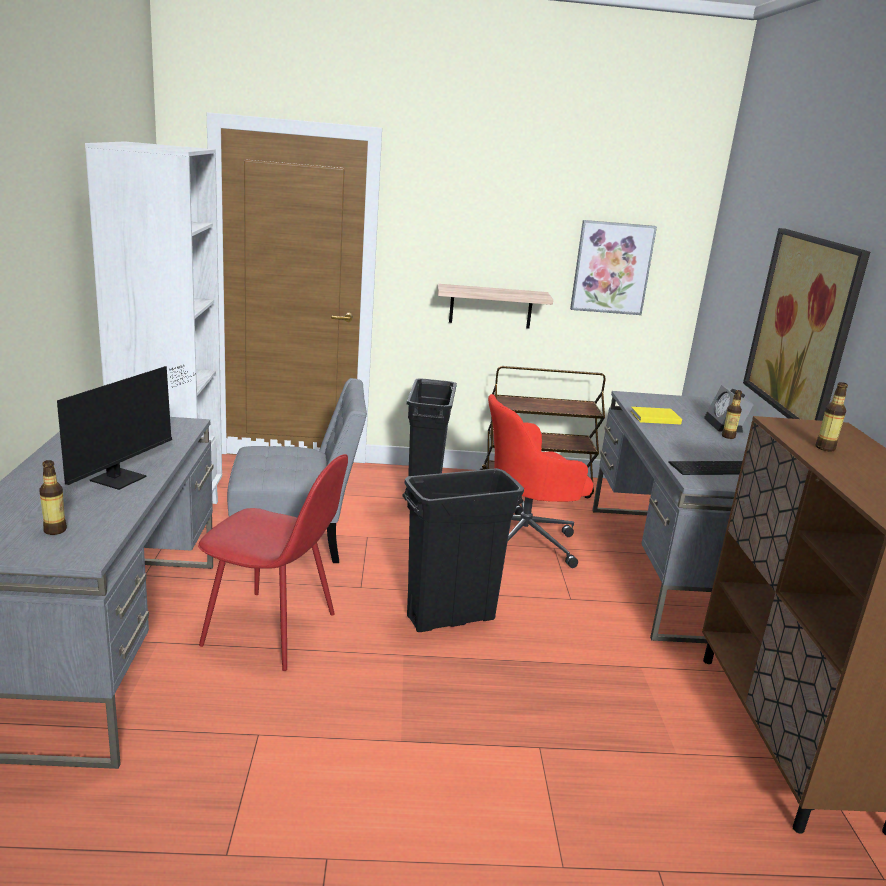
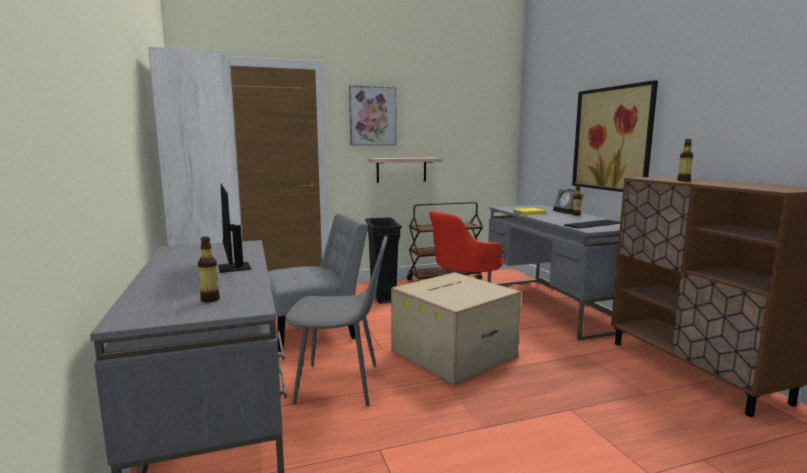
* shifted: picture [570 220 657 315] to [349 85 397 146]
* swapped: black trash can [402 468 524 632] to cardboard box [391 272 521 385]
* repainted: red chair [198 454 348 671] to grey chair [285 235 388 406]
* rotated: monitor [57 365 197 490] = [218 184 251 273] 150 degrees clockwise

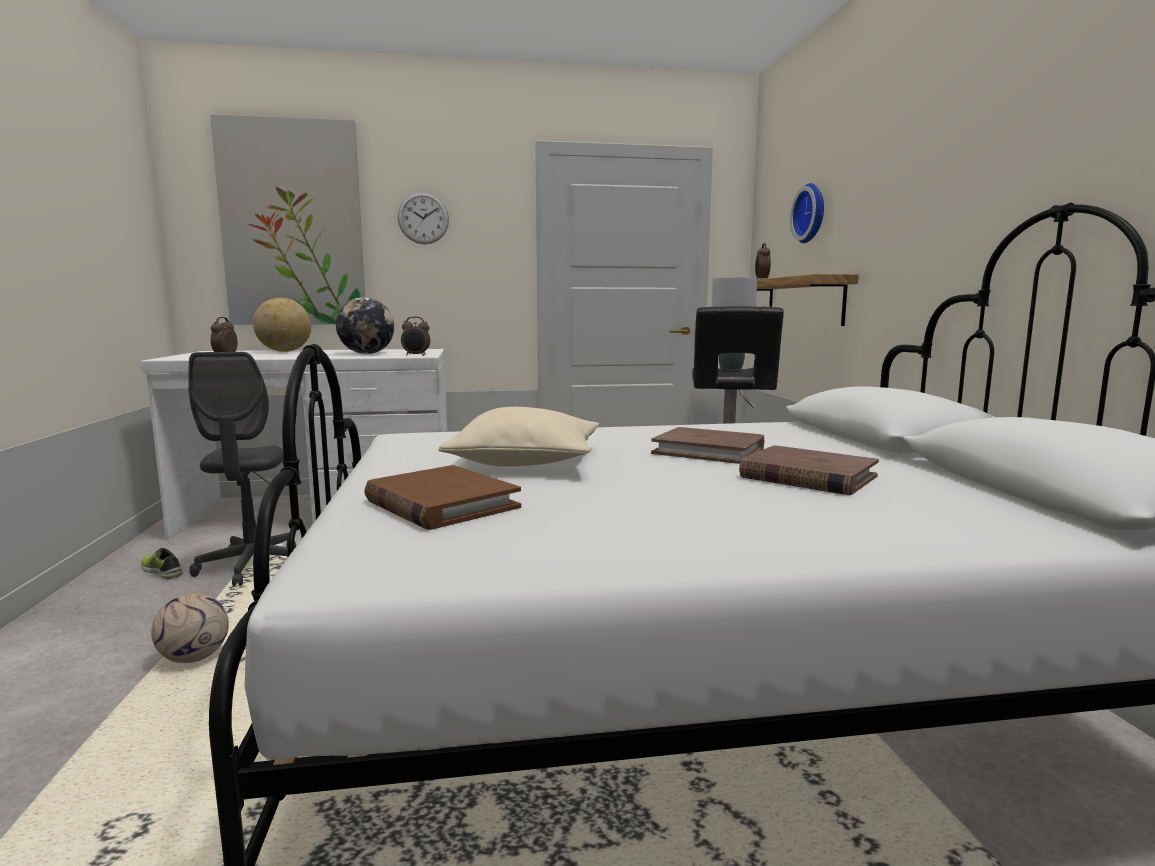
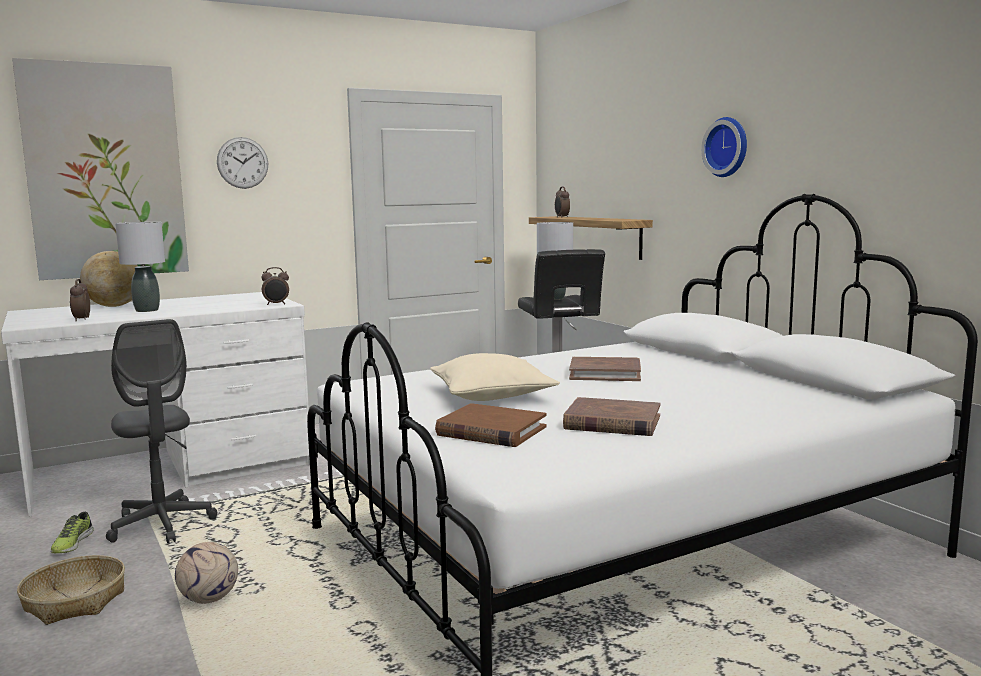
* gone: globe [336 297 394 354]
* new: basket [17 555 125 625]
* new: grey table lamp [115 222 165 312]
* shifted: brown book [739 445 879 495] to [563 397 661 436]
* shifted: wall clock [790 183 824 243] to [701 117 747 177]
* rotated: shoe [141 548 183 579] = [51 512 94 553] 105 degrees counterclockwise

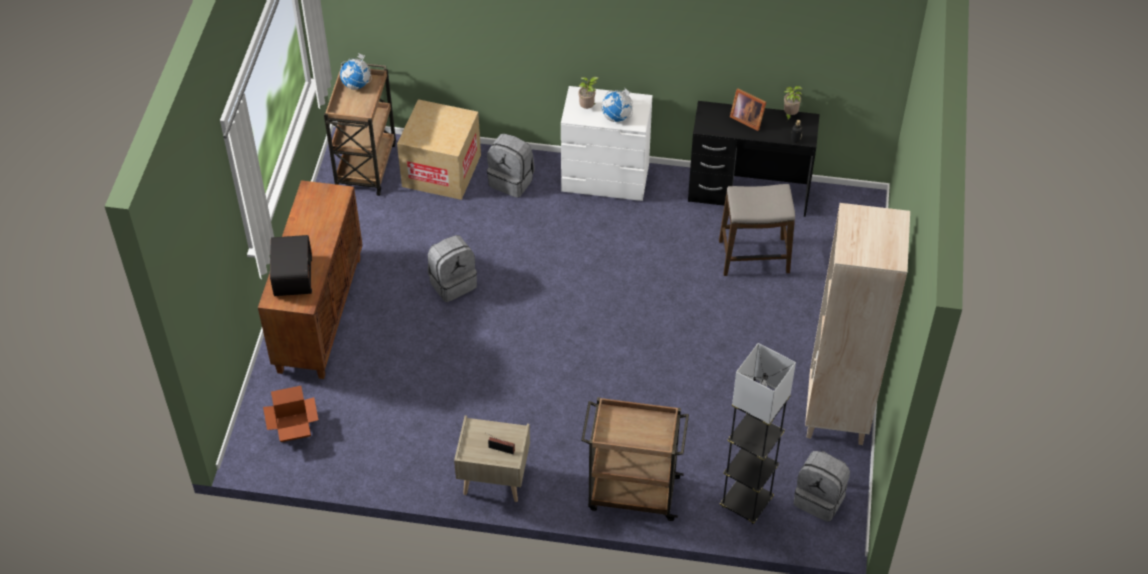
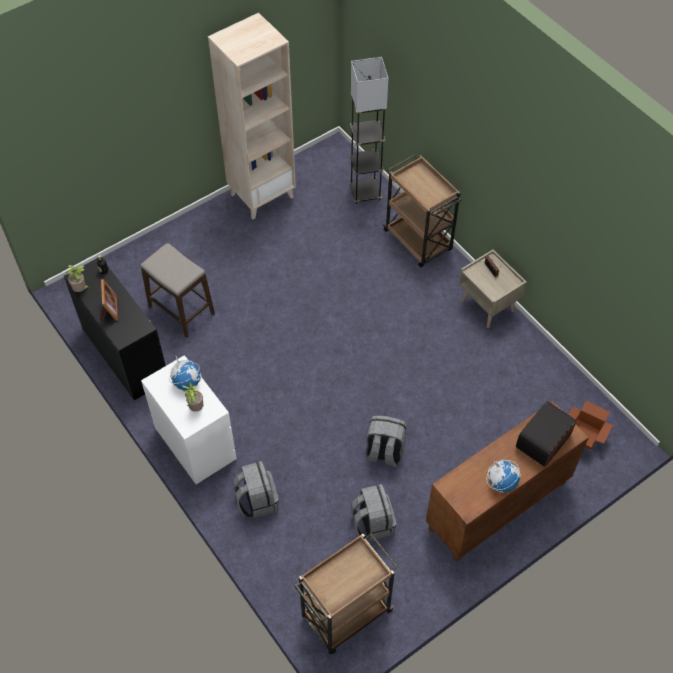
* gone: cardboard box [397 99 481 200]
* shifted: globe [340 53 372 90] to [487 460 521 493]
* shifted: grey backpack [793 451 850 522] to [350 484 397 541]

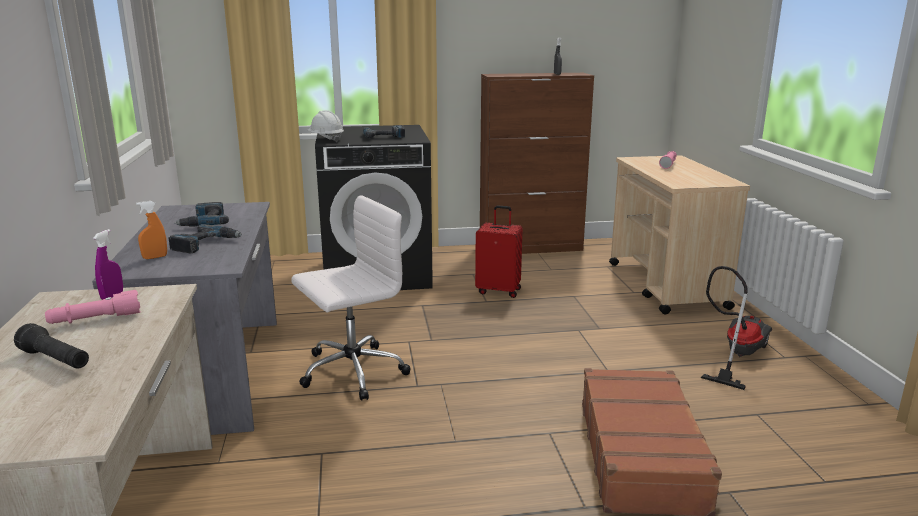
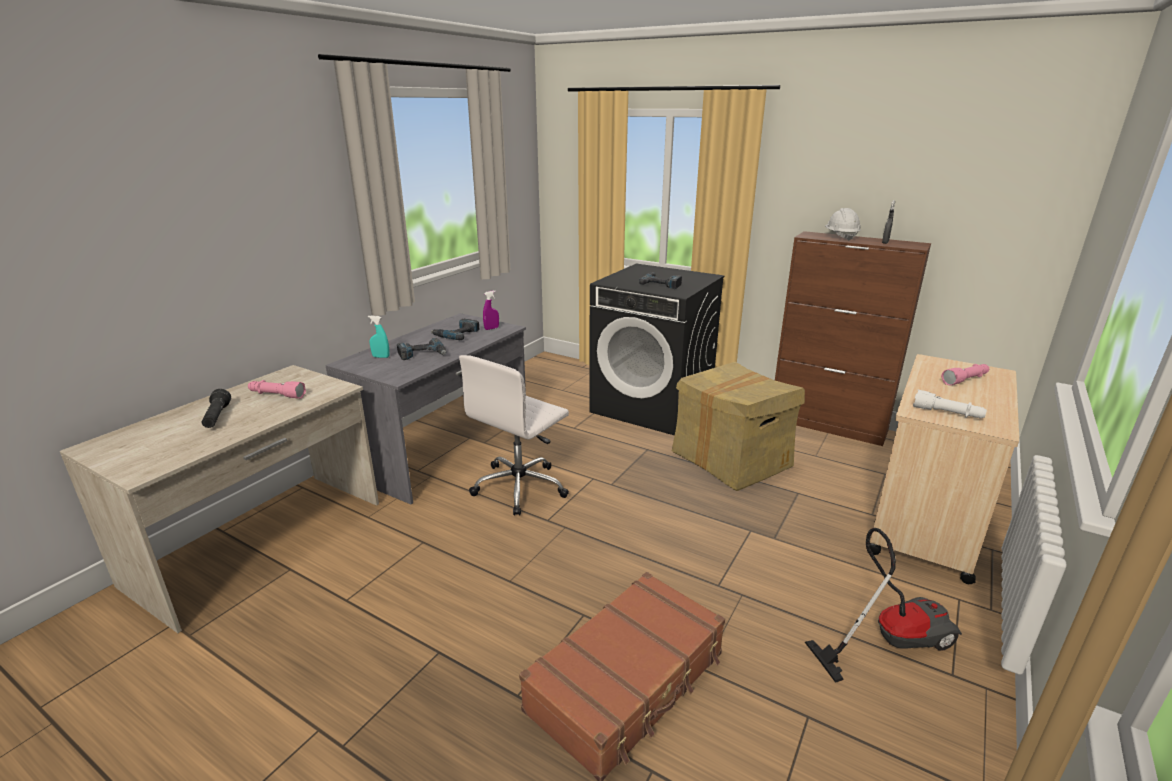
* new: white flashlight [913 390 987 418]
* shifted: purple spray bottle [93 229 123 300] to [483 291 499 330]
* shifted: white hard hat [308 110 344 142] to [825 208 861 241]
* swapped: red suitcase [475 205 523 298] to cardboard box [672 362 805 491]
* repainted: orange spray bottle [136 201 167 259] to turquoise spray bottle [368 315 389 358]
* rotated: white office chair [291 195 411 401] = [459 355 569 516] 120 degrees clockwise

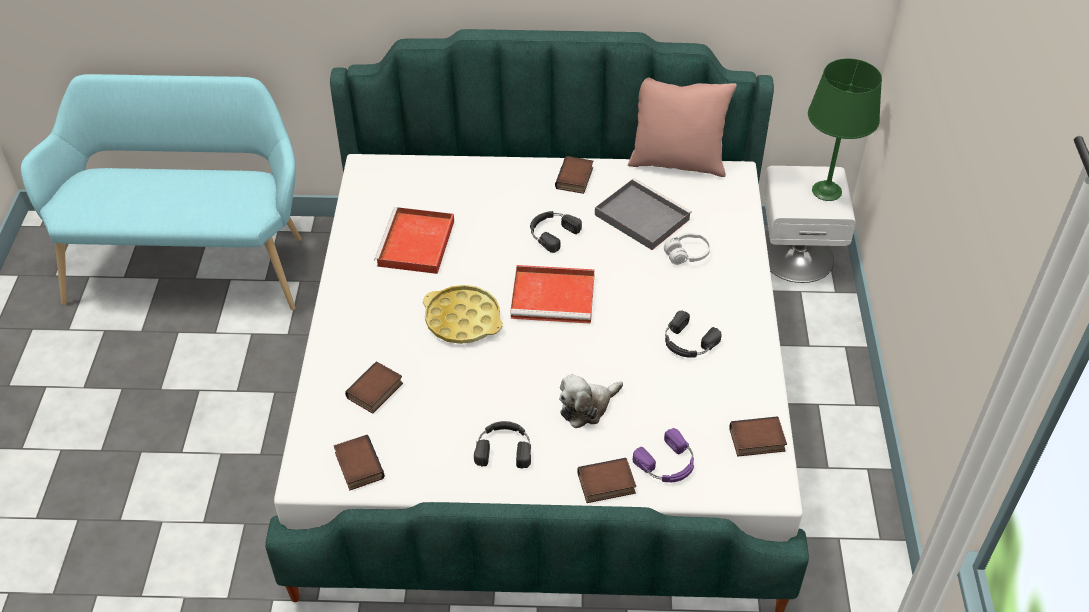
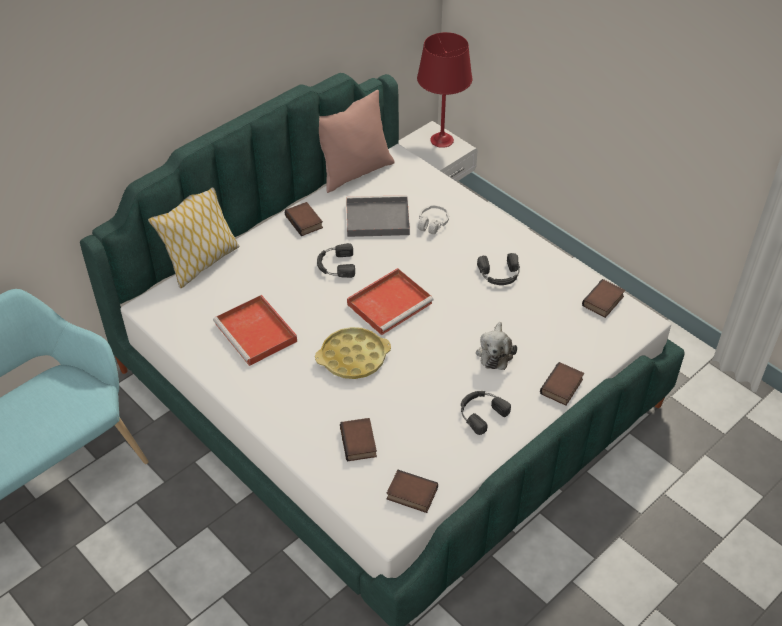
* gone: purple headphones [633 428 694 483]
* new: pillow [148 187 240 288]
* repainted: green table lamp [808 58 882 201] to red table lamp [417 32 472 148]

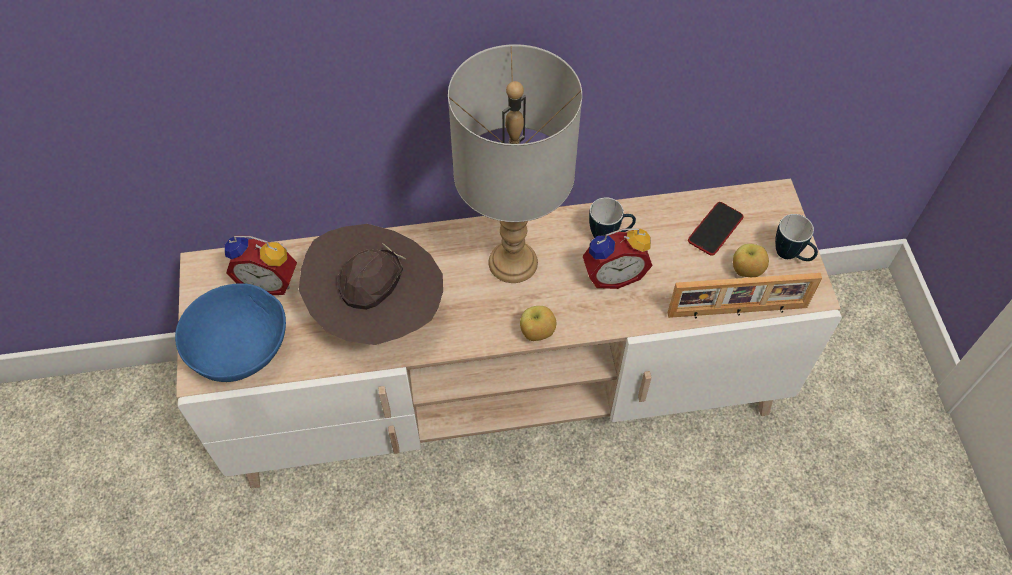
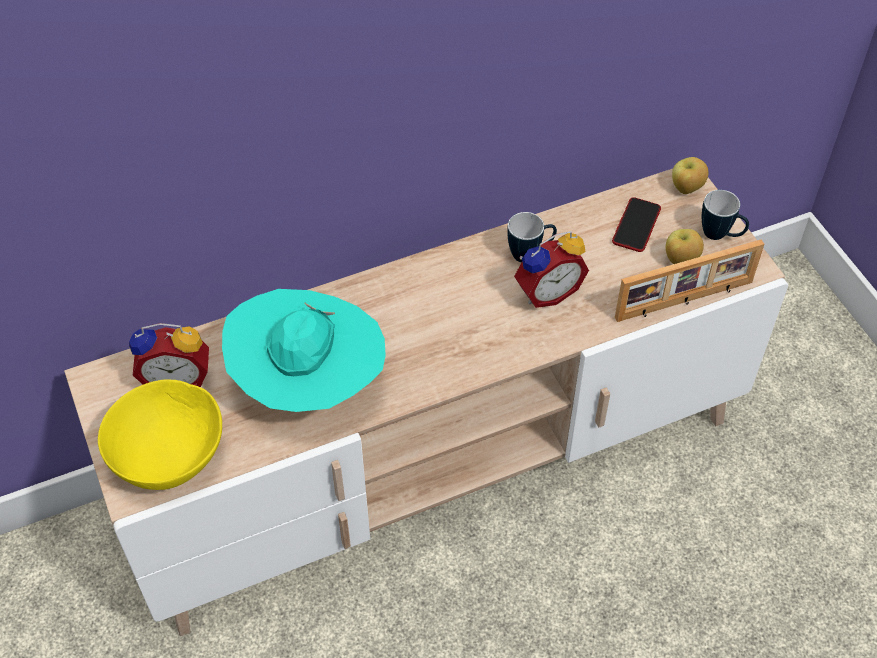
* gone: grey table lamp [448 44 582 283]
* shifted: apple [520 306 556 341] to [672 157 708 194]
* repainted: blue bowl [175 283 286 382] to yellow bowl [98 379 222 490]
* repainted: brown hat [299 224 443 345] to turquoise hat [222 289 386 412]

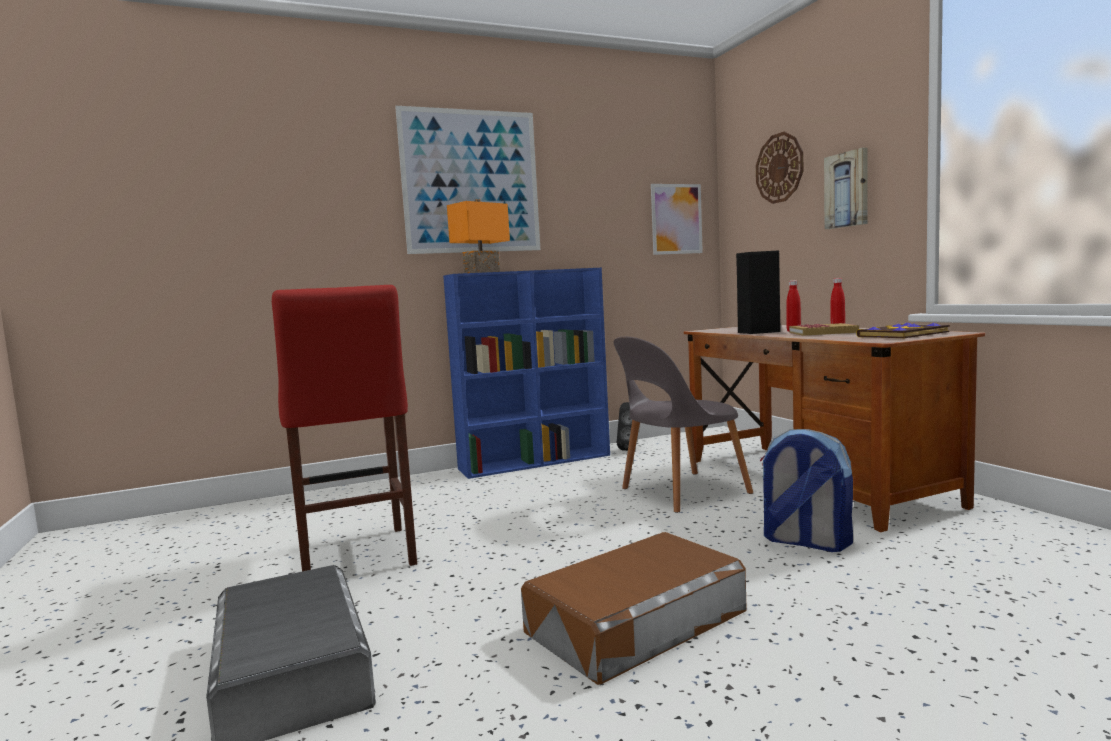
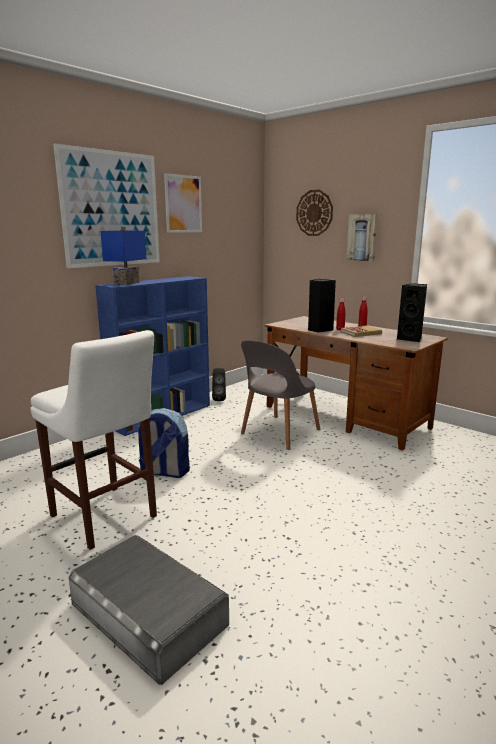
* gone: brown storage box [521 532 747 685]
* shifted: picture [651 184 703 255] to [164 173 202 233]
* shifted: backpack [760 429 853 552] to [137 408 190 478]
* swapped: book [856 322 950 338] to black speaker [397 283 427 342]
* repainted: red stool [272 285 417 571] to white stool [30 330 157 550]
* repainted: orange table lamp [447 199 510 273] to blue table lamp [101 227 147 285]

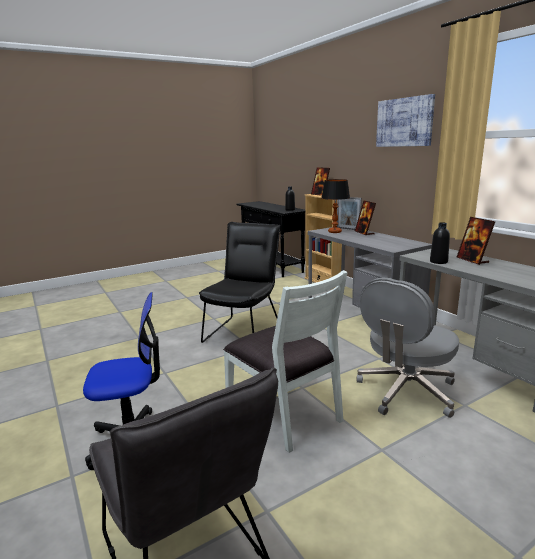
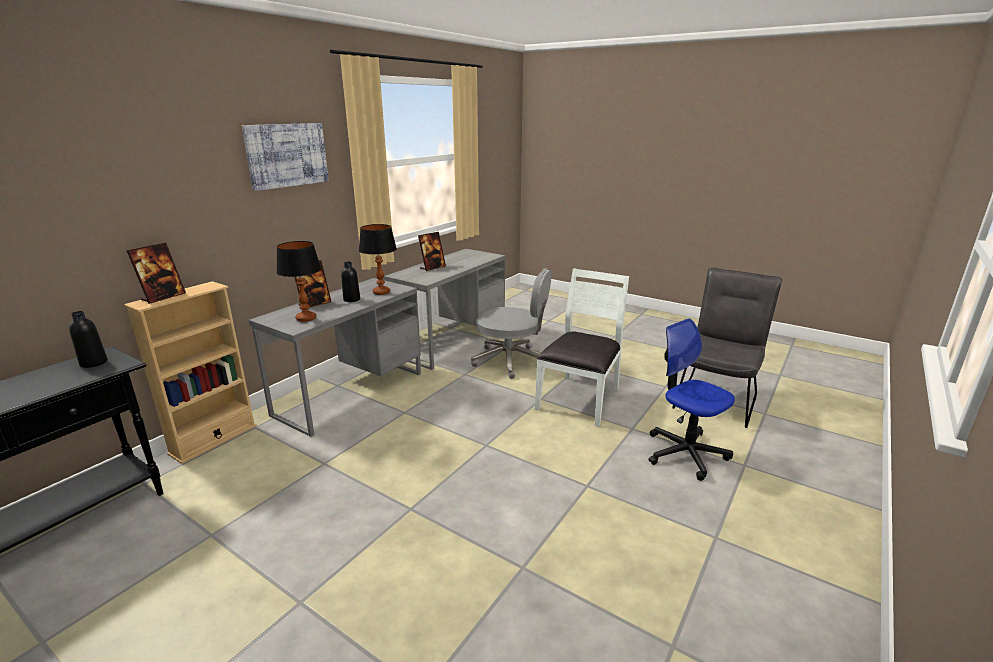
* gone: black chair [199 222 280 343]
* gone: picture frame [337 197 362 230]
* new: table lamp [359 224 397 295]
* shifted: black bottle [430 222 450 264] to [341 261 360 302]

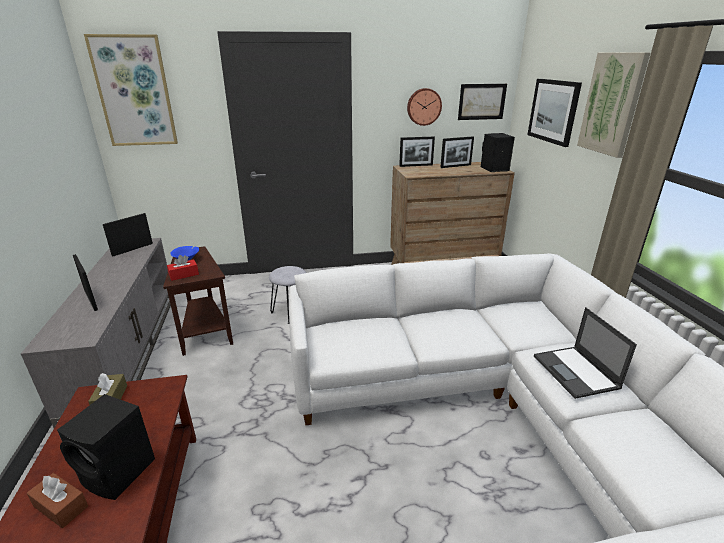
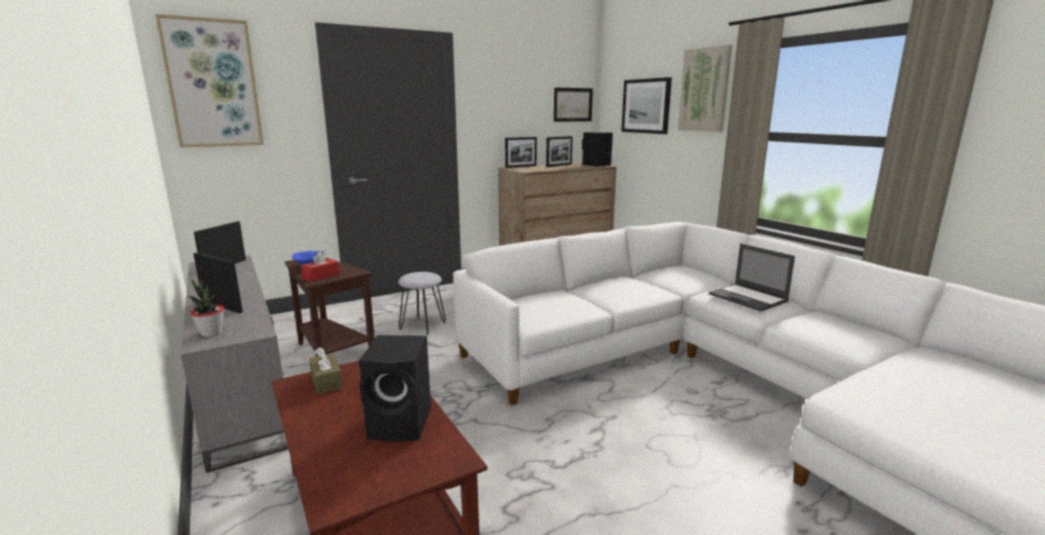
* gone: brown tissue box [27 473 88 528]
* gone: wall clock [407 88 442 126]
* new: potted plant [188 279 224 337]

